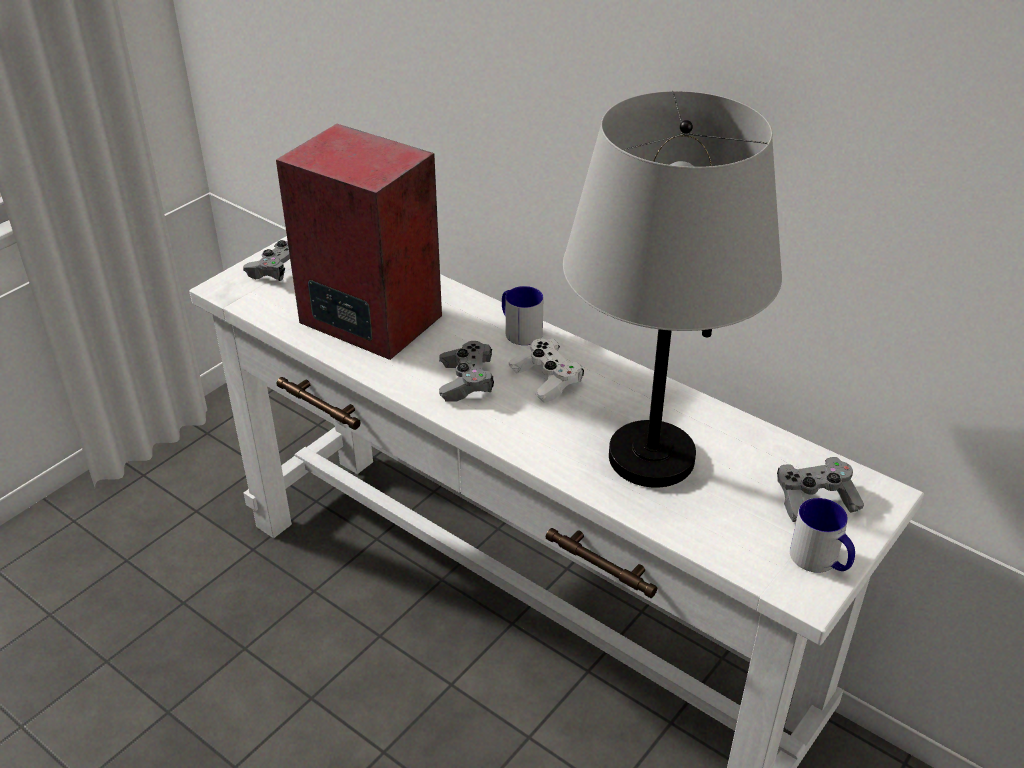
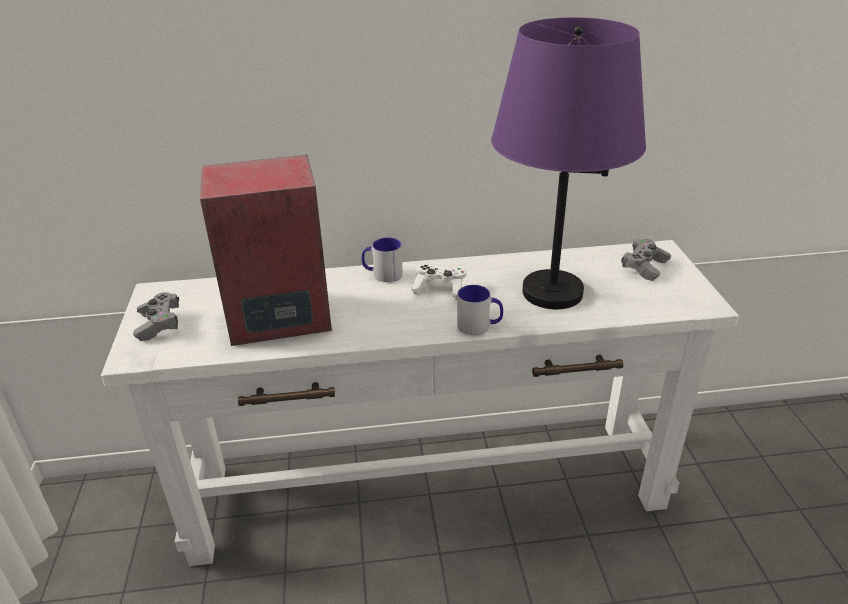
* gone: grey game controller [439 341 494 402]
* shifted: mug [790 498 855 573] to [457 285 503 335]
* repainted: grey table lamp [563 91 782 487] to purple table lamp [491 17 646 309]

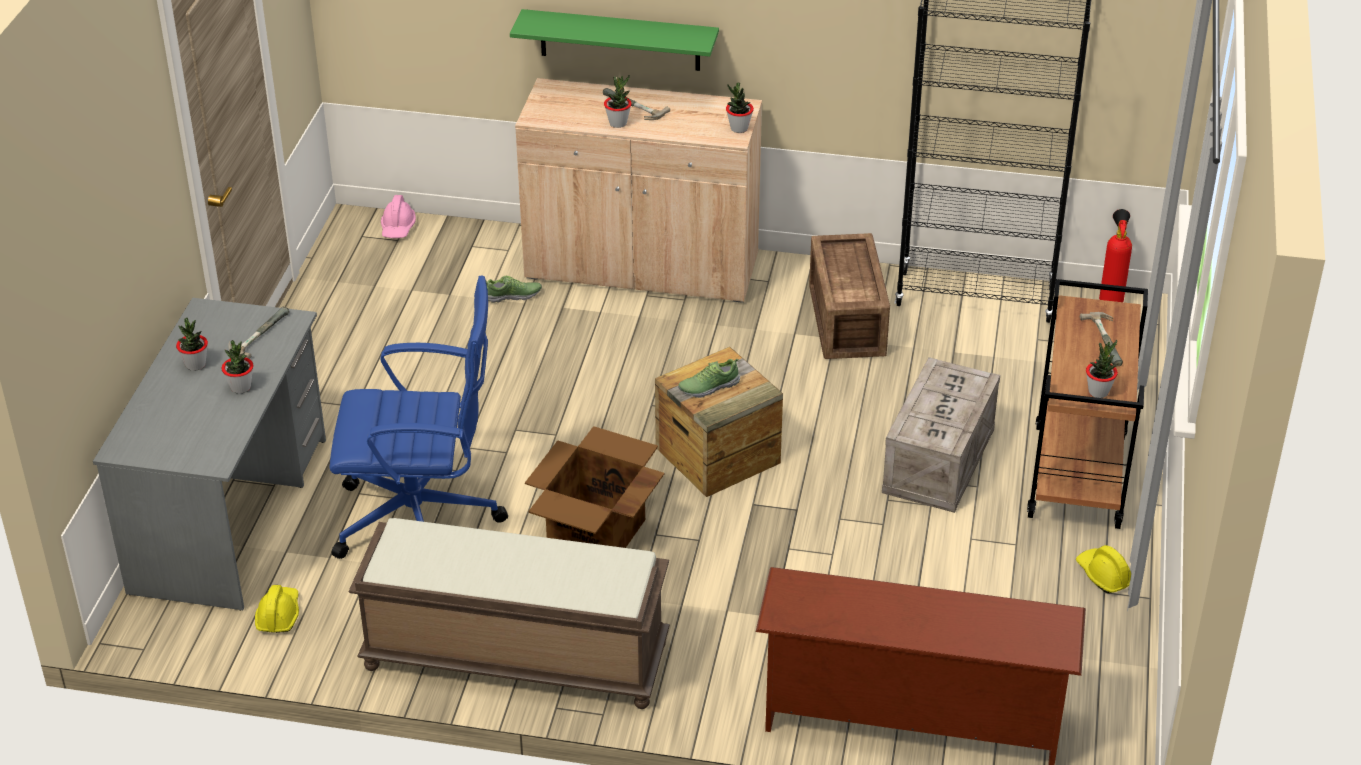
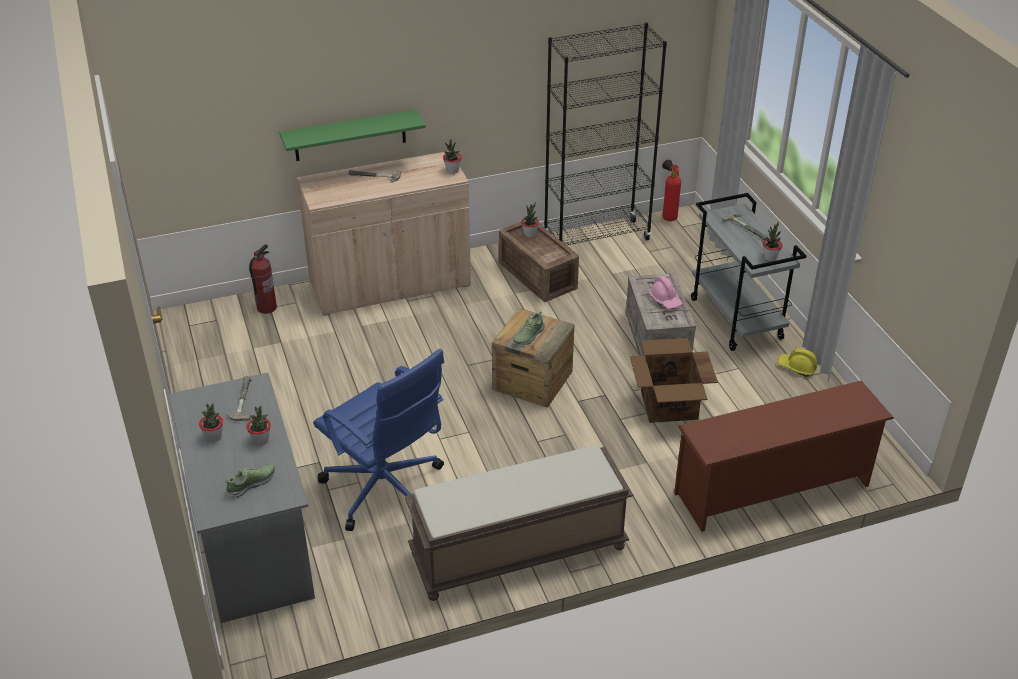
* gone: yellow hard hat [255 585 299 633]
* new: fire extinguisher [249 244 277 314]
* shifted: pink hard hat [381 195 416 238] to [648 276 683 309]
* shifted: shoe [486 276 542 303] to [225 464 275 498]
* shifted: cardboard box [525 426 664 548] to [630 338 718 423]
* shifted: potted plant [604 75 632 128] to [521 202 539 237]
* repainted: brown cart [1027 279 1148 529] to grey cart [691 193 806 351]
* rotated: blue office chair [330 275 508 559] = [313 349 444 531] 75 degrees clockwise

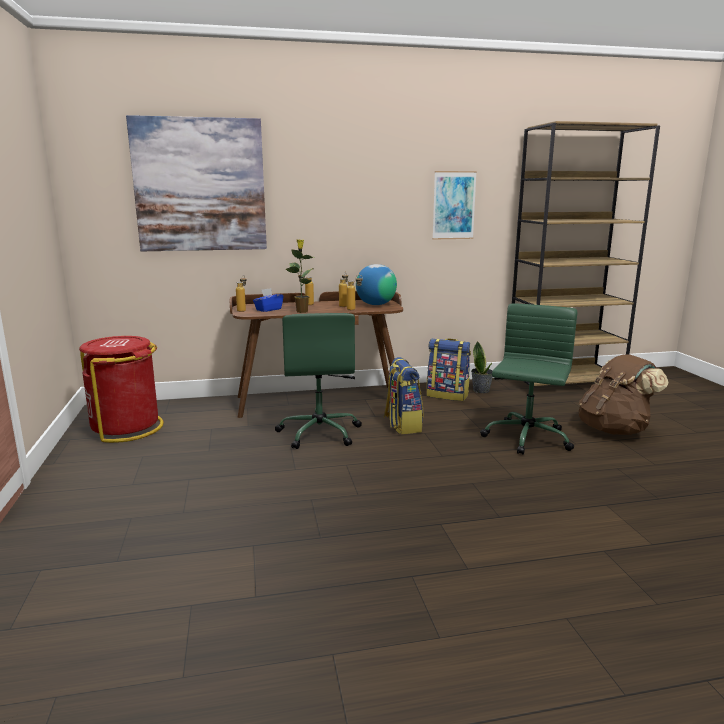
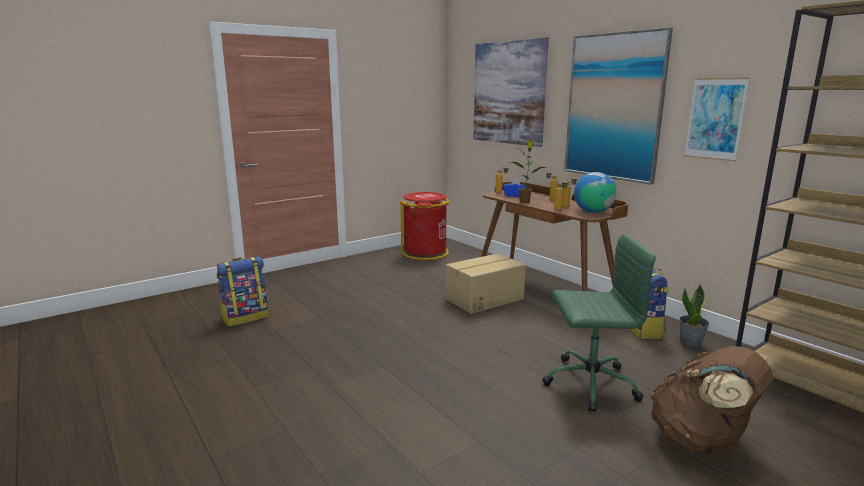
* new: picture [564 27 673 185]
* shifted: backpack [384 357 423 434] to [217 256 269 327]
* swapped: green office chair [275 313 362 449] to cardboard box [445 254 526 314]

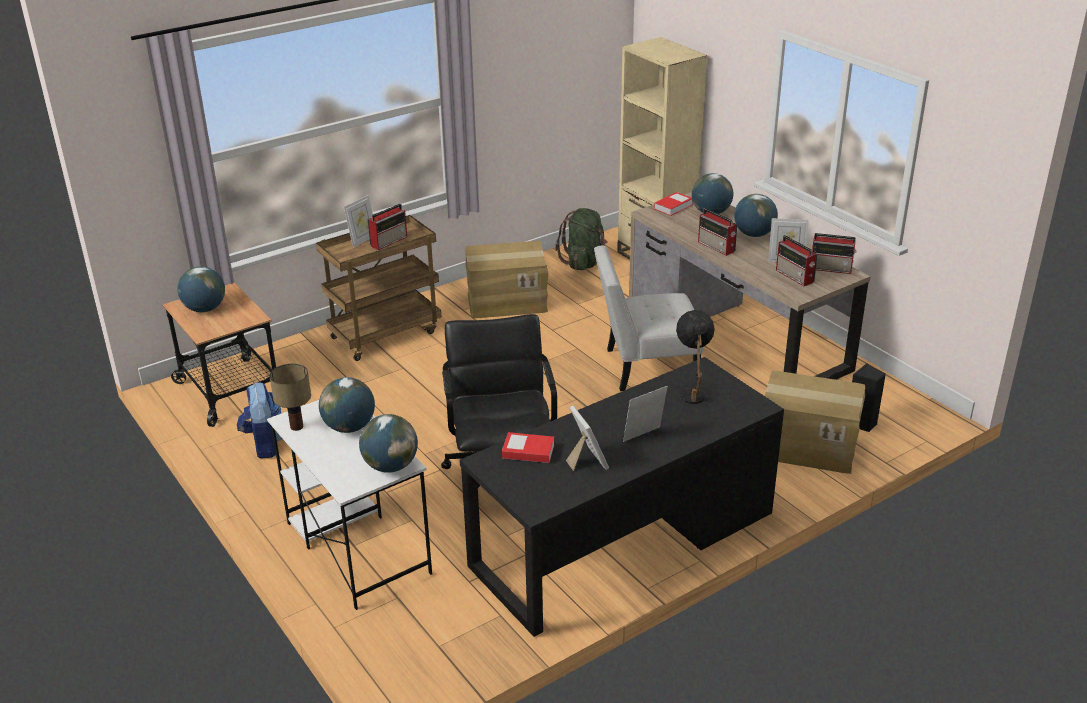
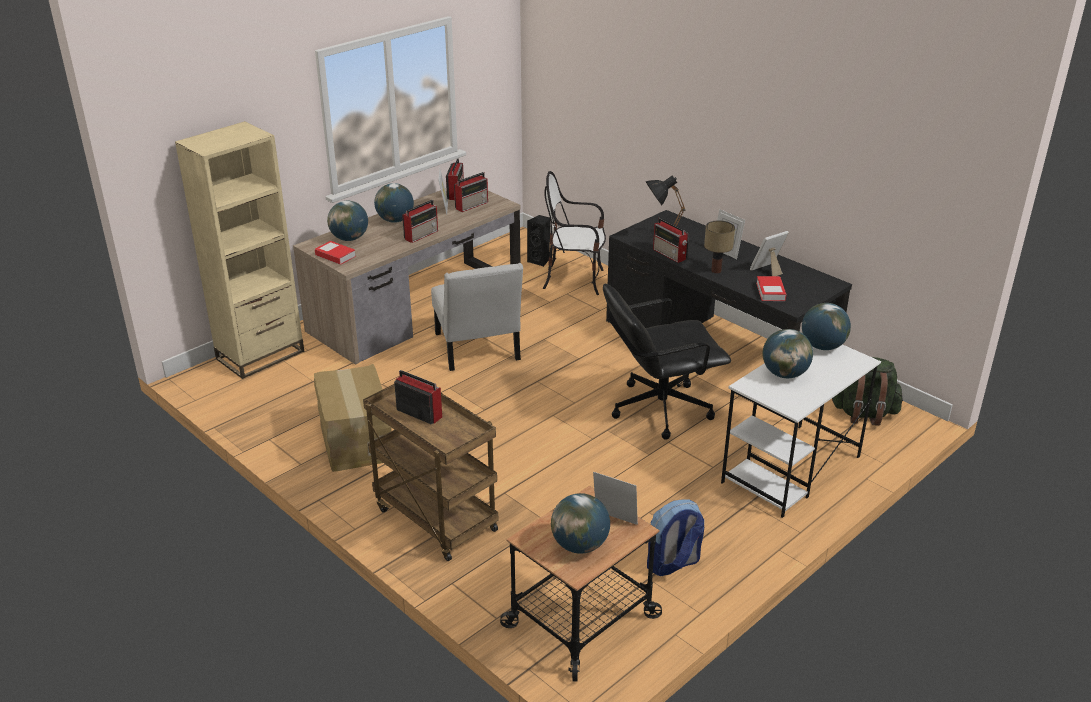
* new: radio [653 217 689 263]
* shifted: table lamp [269 364 311 431] to [704 220 735 273]
* shifted: picture frame [344 195 373 248] to [593 472 638 525]
* shifted: green backpack [555 208 608 270] to [832 357 903 426]
* swapped: cardboard box [765 371 865 474] to chair [543 171 606 295]

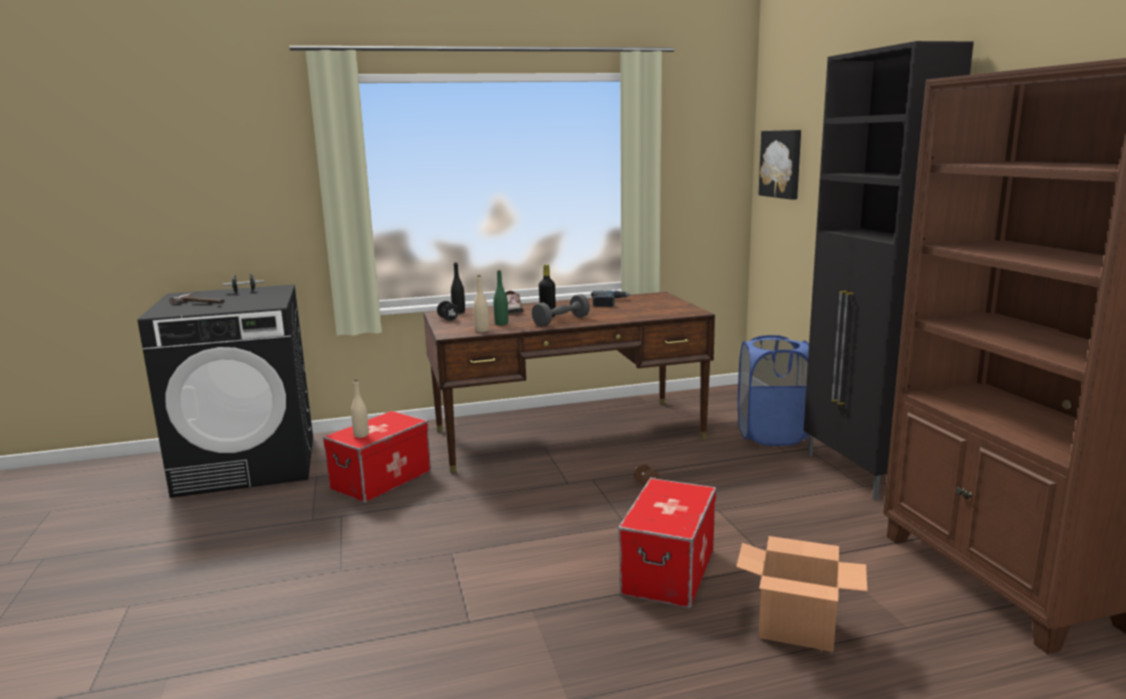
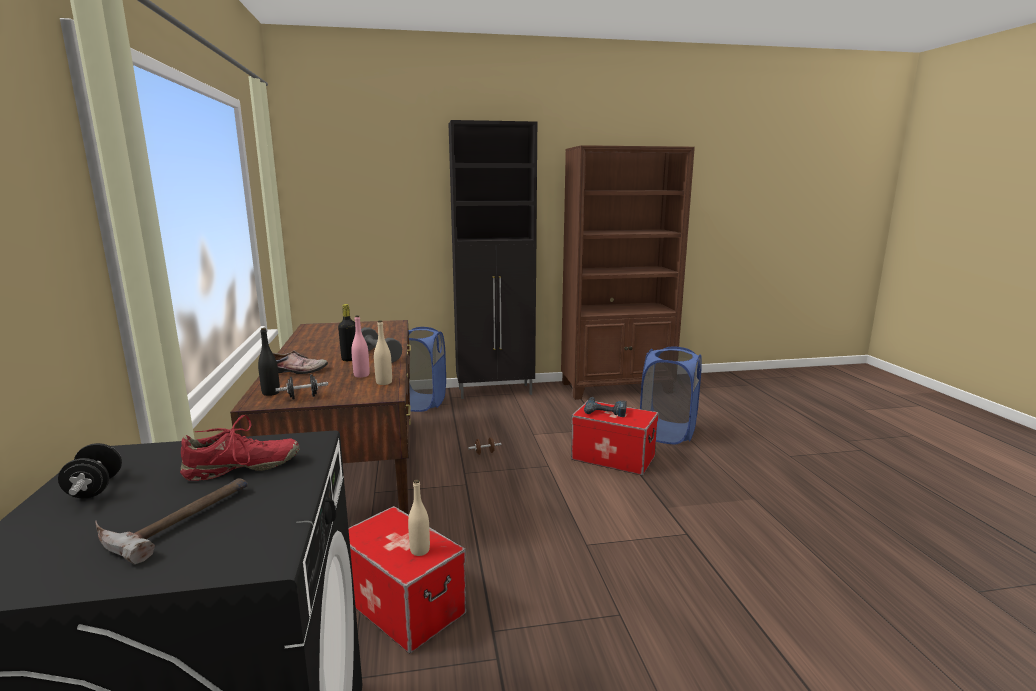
* gone: picture [758 130 801 200]
* new: red shoe [180 415 300 481]
* shifted: power drill [591 290 630 307] to [584 397 627 417]
* swapped: cardboard box [736 536 867 652] to blue laundry basket [640 347 702 444]
* repainted: green bottle [493 270 508 325] to pink bottle [351 315 370 378]

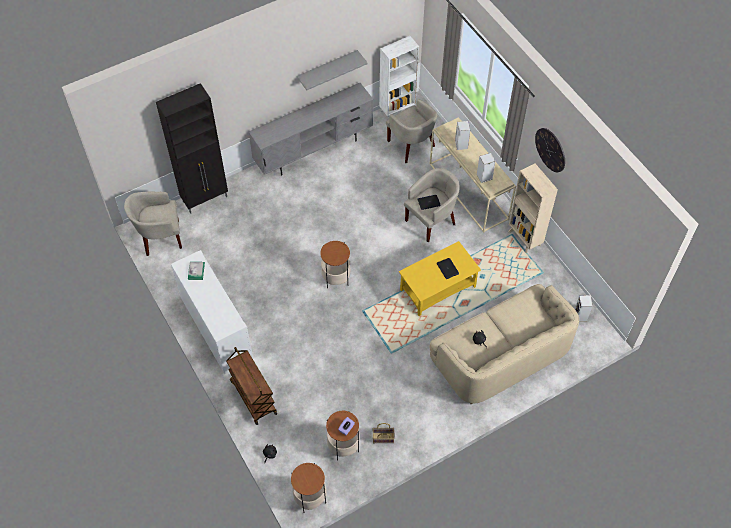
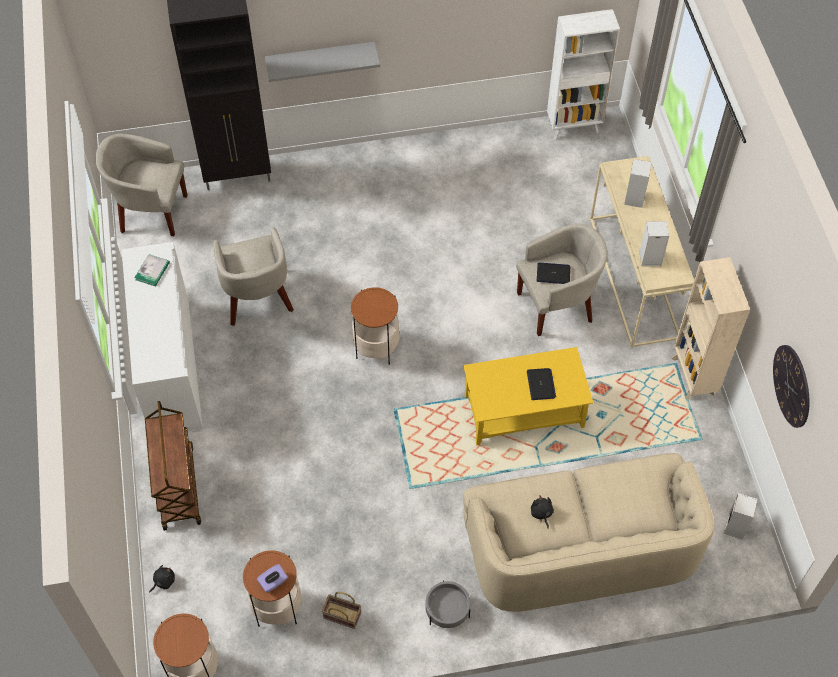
* gone: grey tv stand [248 83 373 175]
* new: grey planter [425 580 470 628]
* shifted: grey shelf [297 50 368 90] to [265 42 380 82]
* shifted: beige armchair [386 99 437 163] to [213 227 294 326]
* shifted: wall clock [535 128 565 172] to [773 345 809 428]

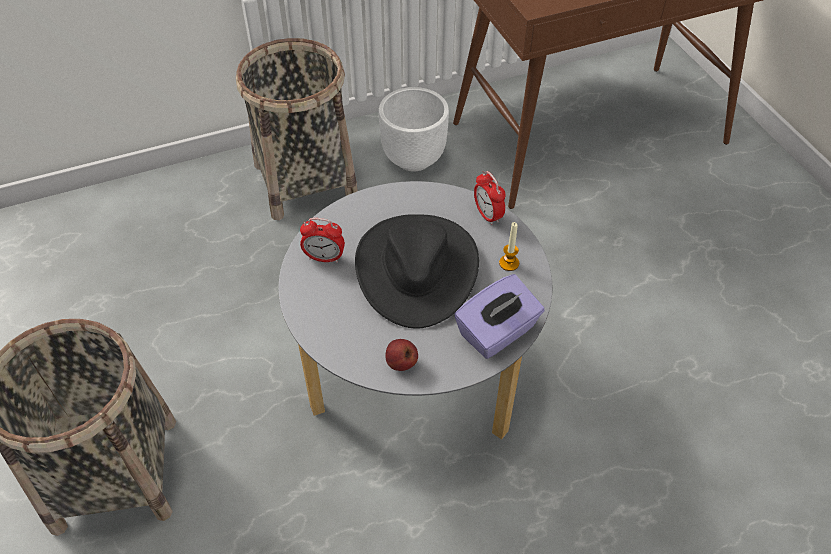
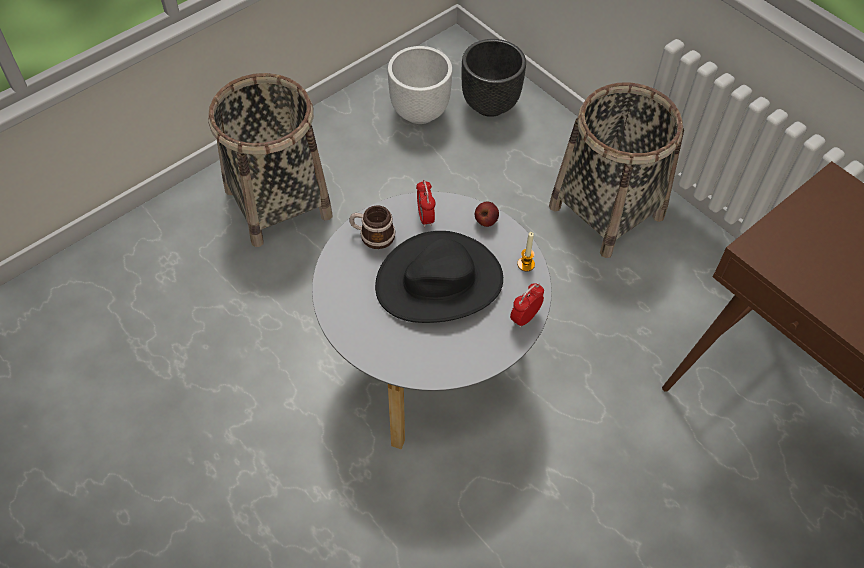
* gone: purple tissue box [454 274 545 359]
* new: mug [350 205 396 249]
* new: black planter [461 39 526 117]
* shifted: white planter [378 87 449 172] to [388 46 453 124]
* shifted: apple [385 339 418 371] to [475 202 499 227]
* shifted: candle [499 222 519 271] to [517 232 535 272]

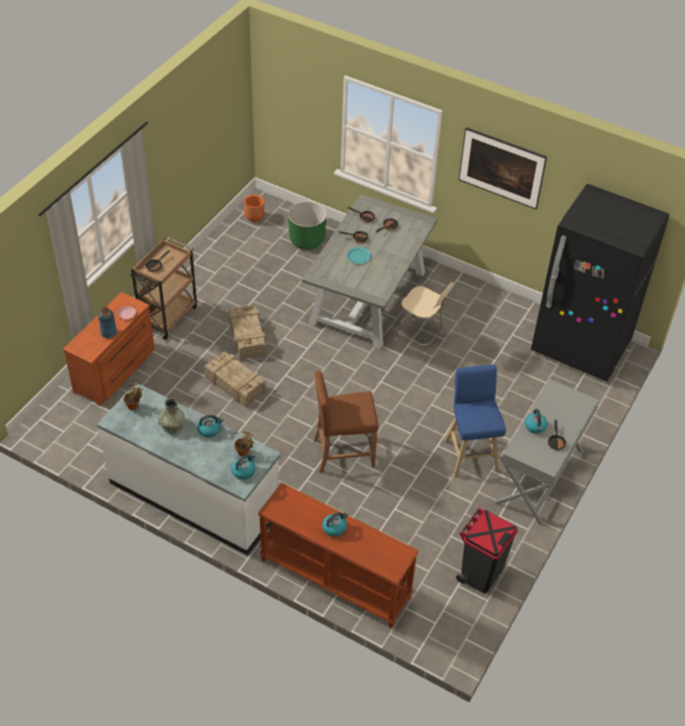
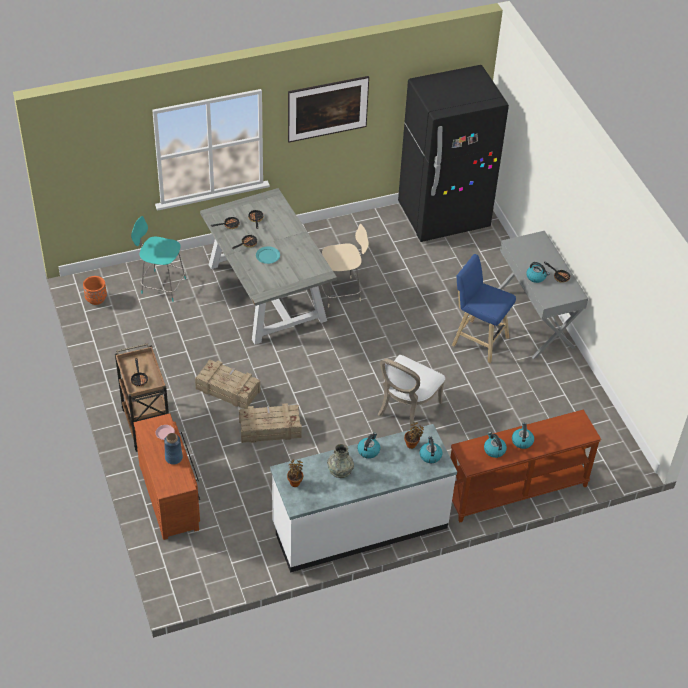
* gone: black trash can [456 508 518 593]
* new: kettle [484 432 507 458]
* swapped: green planter [288 201 327 250] to turquoise chair [131 216 186 302]
* swapped: brown stool [313 370 379 472] to white chair [378 355 445 428]

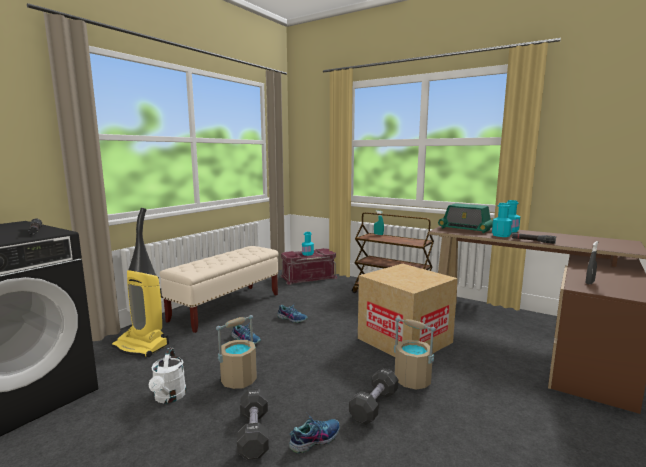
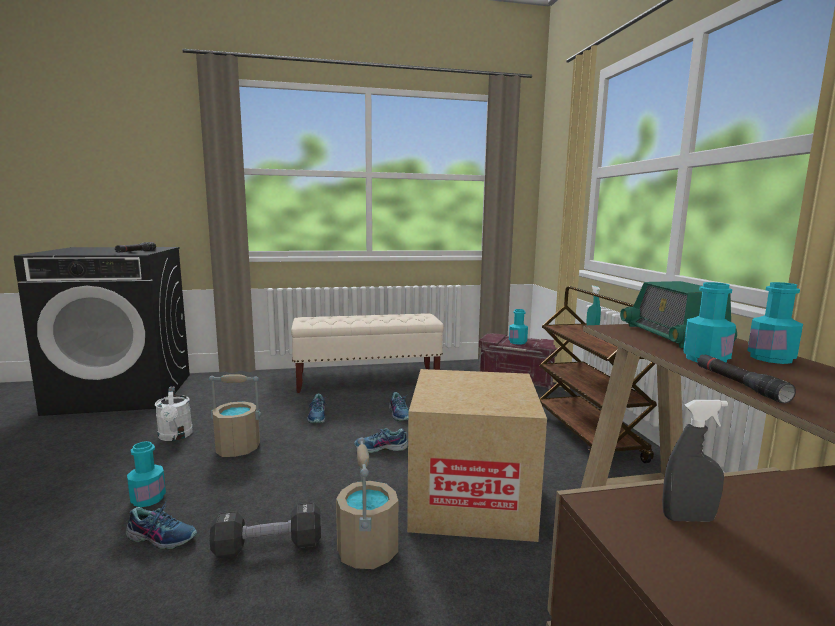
* gone: vacuum cleaner [111 208 169 357]
* new: shoe [354 428 408 453]
* swapped: black dumbbell [237 389 269 460] to turquoise bottle [127 441 166 507]
* rotated: white watering can [149 348 187 404] = [155 387 193 441] 60 degrees counterclockwise

